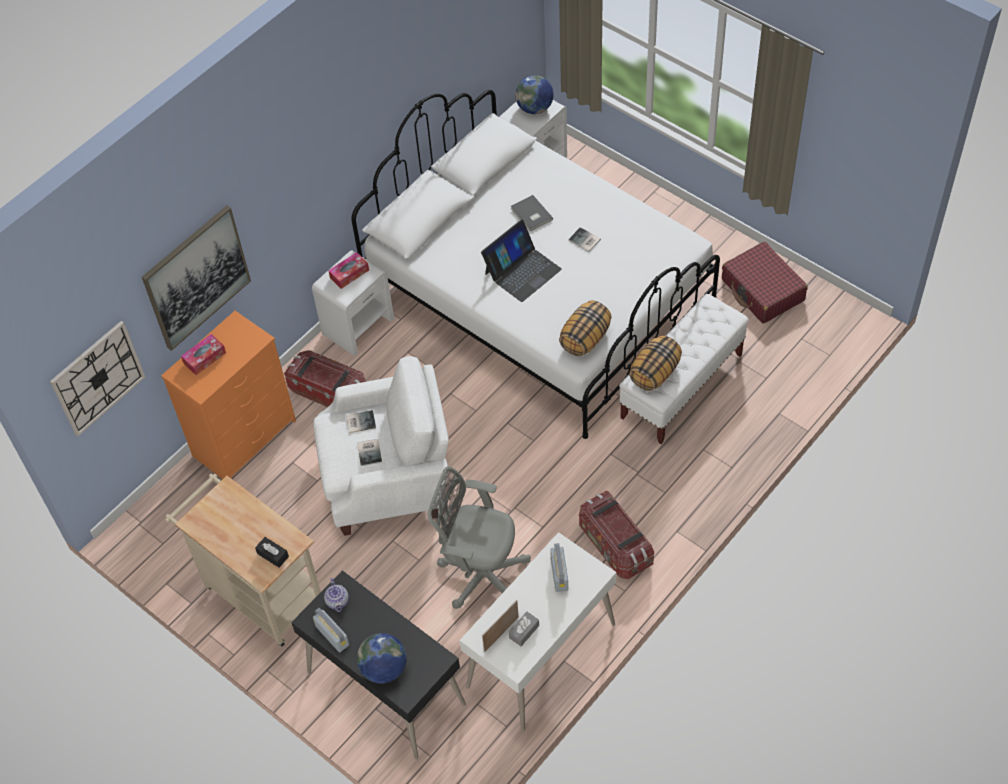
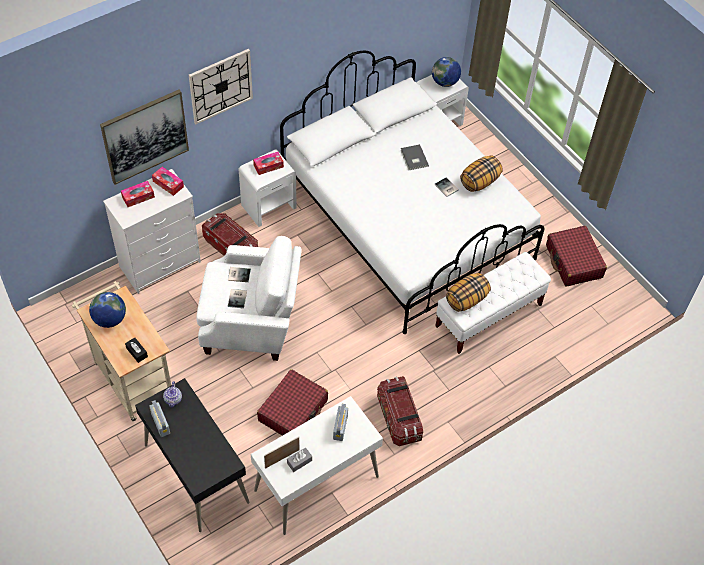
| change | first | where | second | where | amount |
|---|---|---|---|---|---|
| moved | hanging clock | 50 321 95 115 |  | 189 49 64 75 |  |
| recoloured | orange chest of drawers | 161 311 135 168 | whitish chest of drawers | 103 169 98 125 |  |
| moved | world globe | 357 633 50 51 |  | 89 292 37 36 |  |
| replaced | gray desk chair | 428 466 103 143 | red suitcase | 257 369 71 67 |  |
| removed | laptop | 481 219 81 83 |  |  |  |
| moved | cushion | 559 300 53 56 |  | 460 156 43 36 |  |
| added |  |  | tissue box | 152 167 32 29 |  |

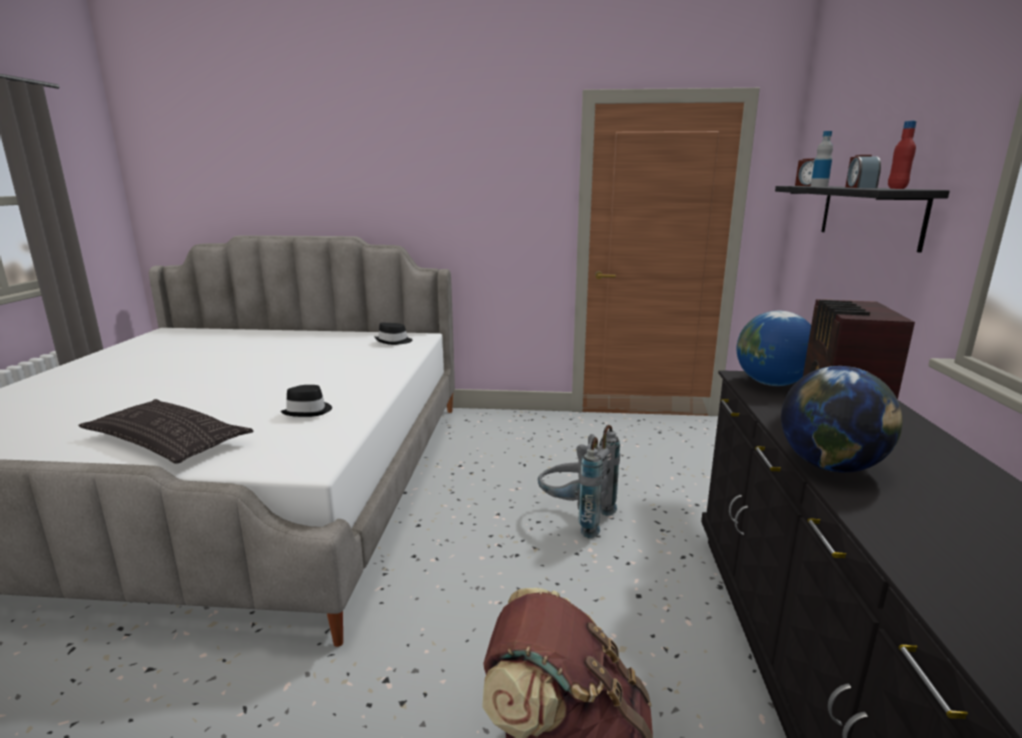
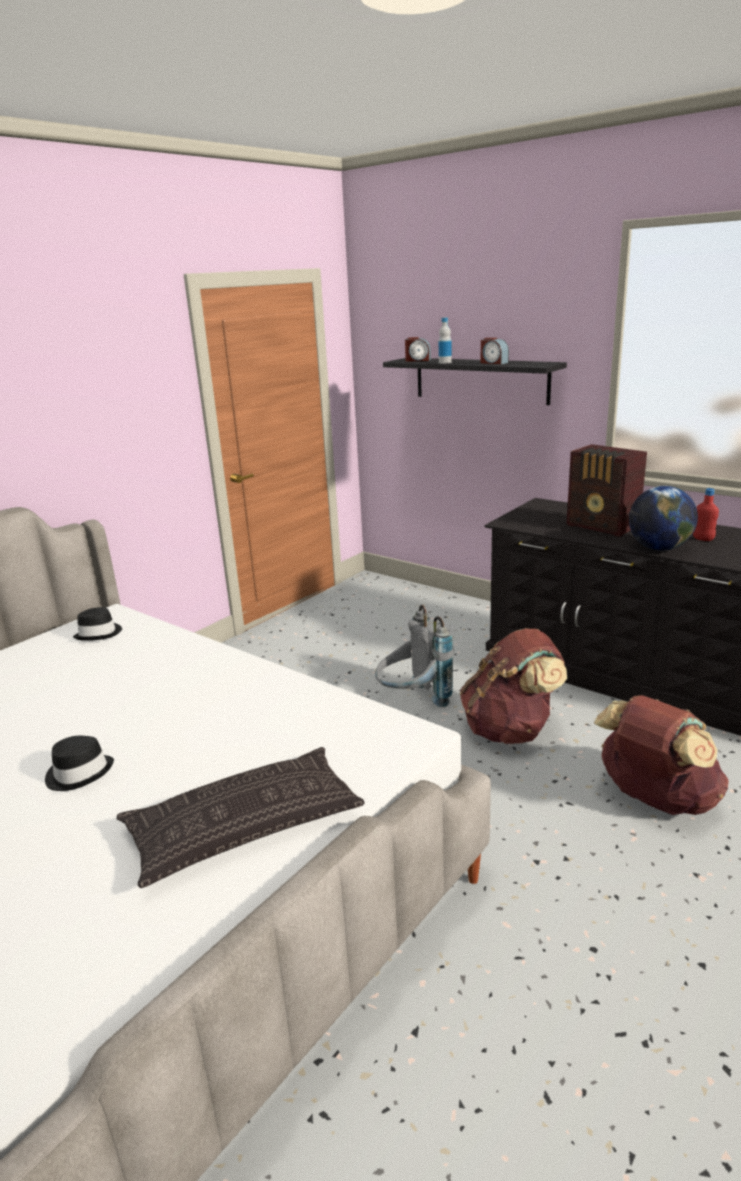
| change | first | where | second | where | amount |
|---|---|---|---|---|---|
| moved | black-coloured hat | 280 385 52 32 |  | 45 736 69 55 |  |
| removed | world globe | 737 311 74 75 |  |  |  |
| moved | red bottle | 888 121 29 68 |  | 693 488 26 53 |  |
| added |  |  | brown-coloured knapsack | 460 628 107 116 |  |

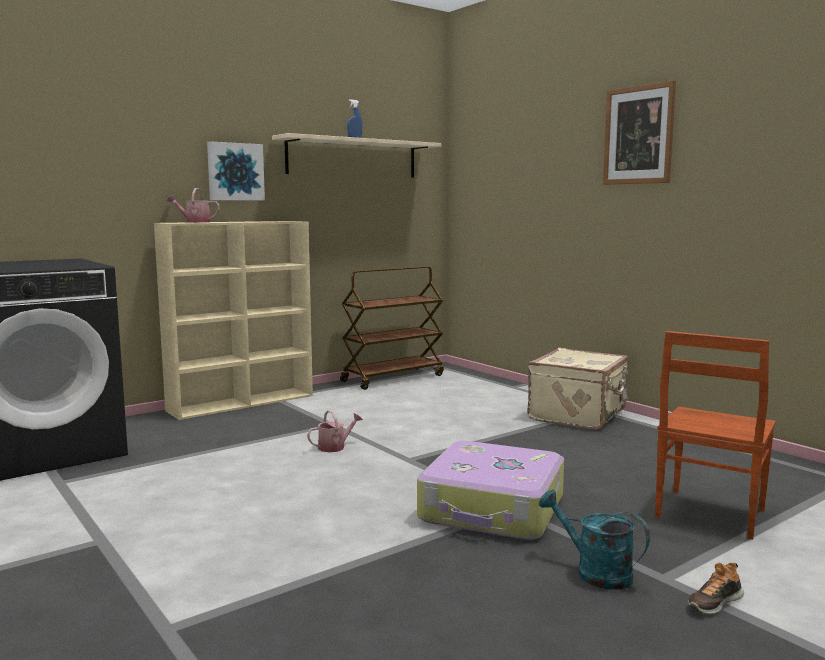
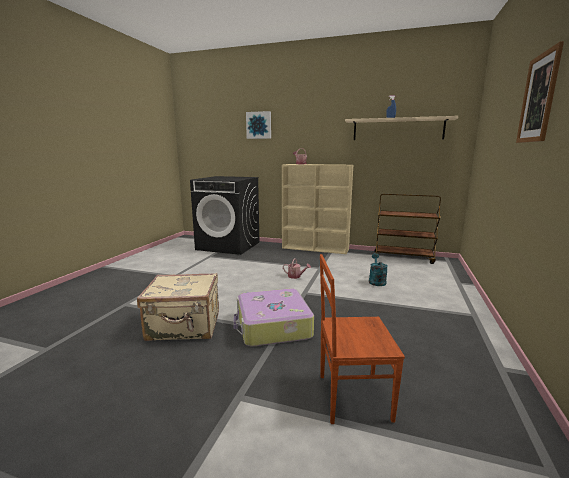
| change | first | where | second | where | amount |
|---|---|---|---|---|---|
| moved | picture | 207 141 58 59 |  | 246 111 25 28 |  |
| moved | beige-coloured suitcase | 527 348 102 82 |  | 137 273 82 68 |  |
| moved | turquoise-coloured sprinkling can | 539 490 111 100 |  | 369 253 19 33 |  |
| removed | shoe | 688 563 56 51 |  |  |  |

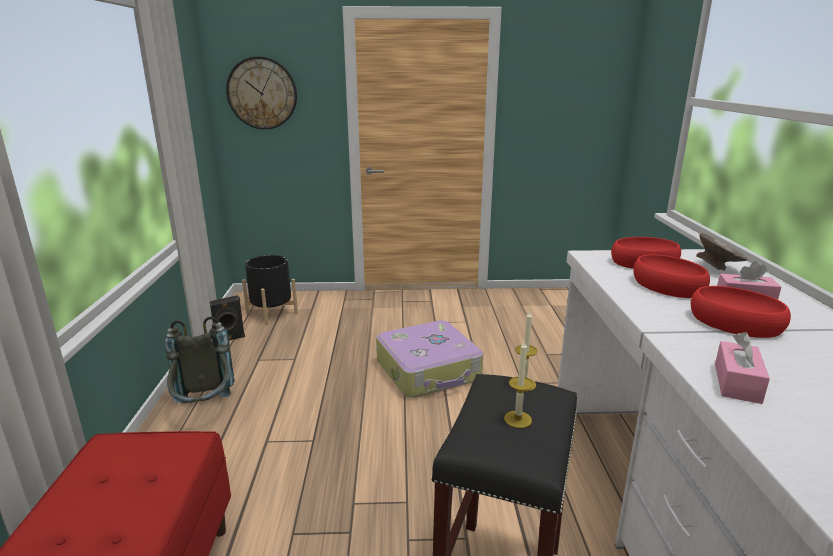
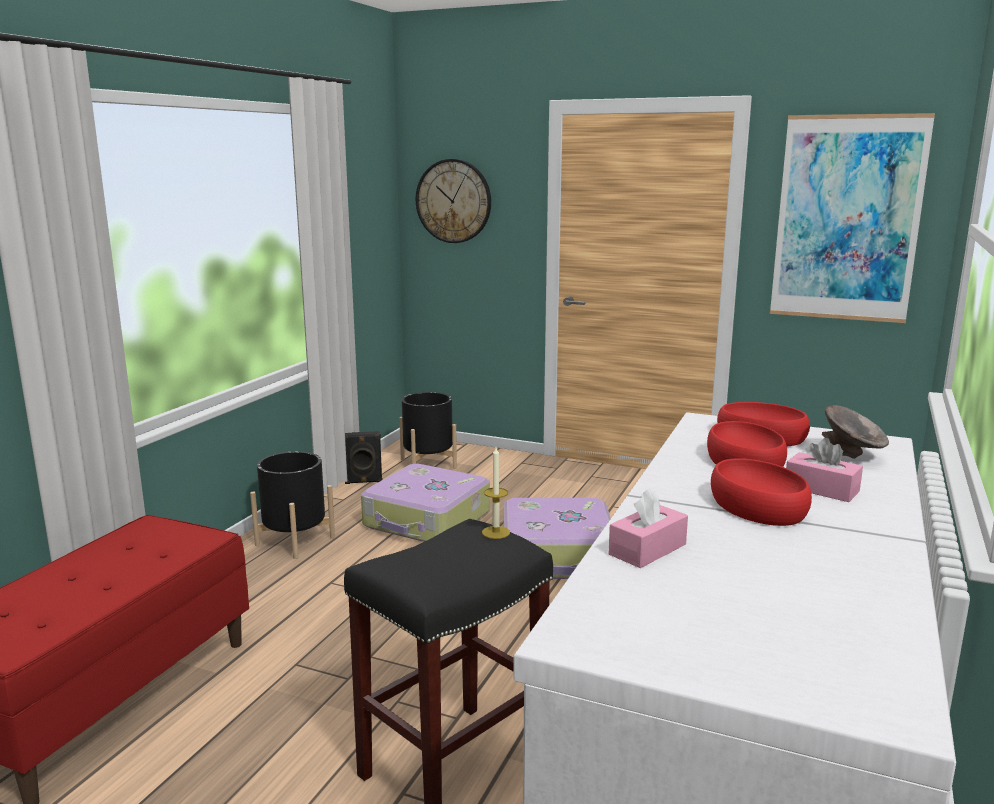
| change | first | where | second | where | amount |
|---|---|---|---|---|---|
| replaced | gray knapsack | 165 316 70 87 | black-coloured plant pot | 250 451 85 108 |  |
| removed | candle | 504 340 29 88 |  |  |  |
| added |  |  | suitcase | 361 464 129 78 |  |
| added |  |  | picture | 770 113 165 210 |  |

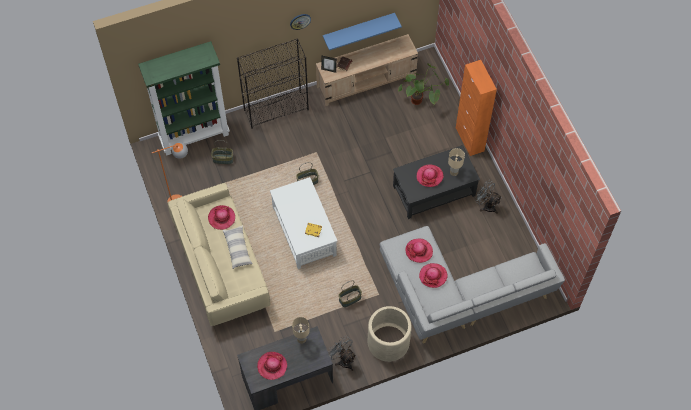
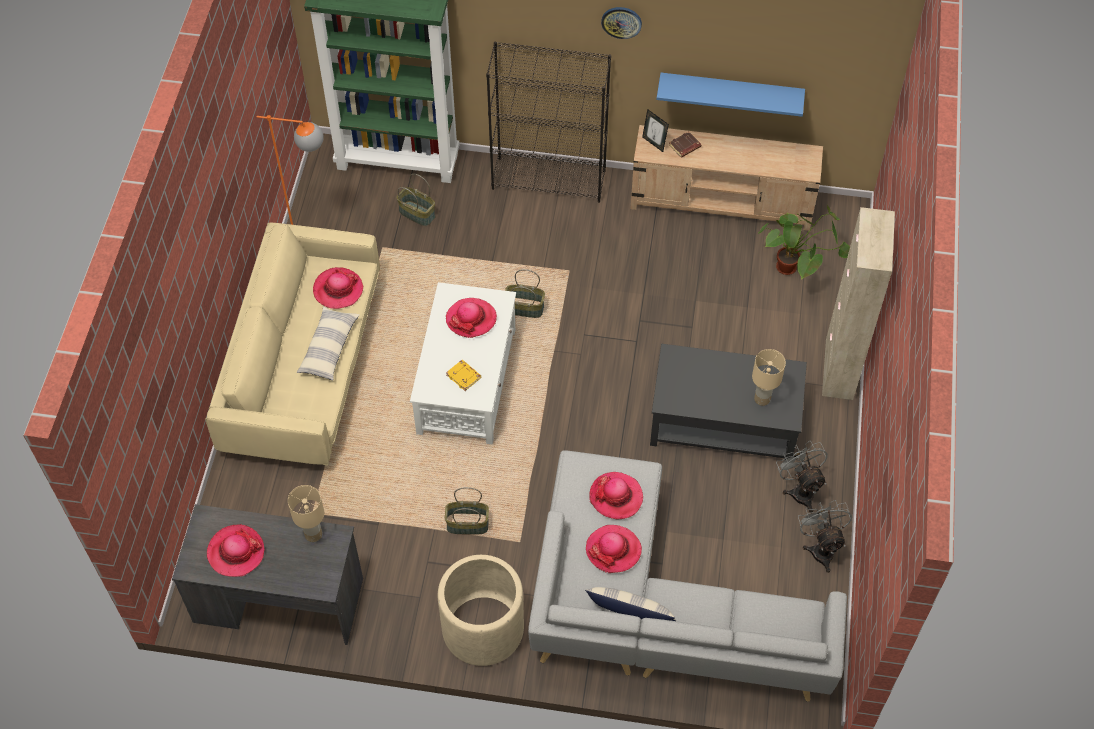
| change | first | where | second | where | amount |
|---|---|---|---|---|---|
| moved | gray fan | 328 335 28 36 |  | 798 500 54 73 |  |
| moved | hat | 416 165 27 22 |  | 446 298 51 40 |  |
| recoloured | orange storage cabinet | 456 60 41 96 | beige-coloured storage cabinet | 822 207 73 193 |  |
| added |  |  | cushion | 585 587 91 34 |  |

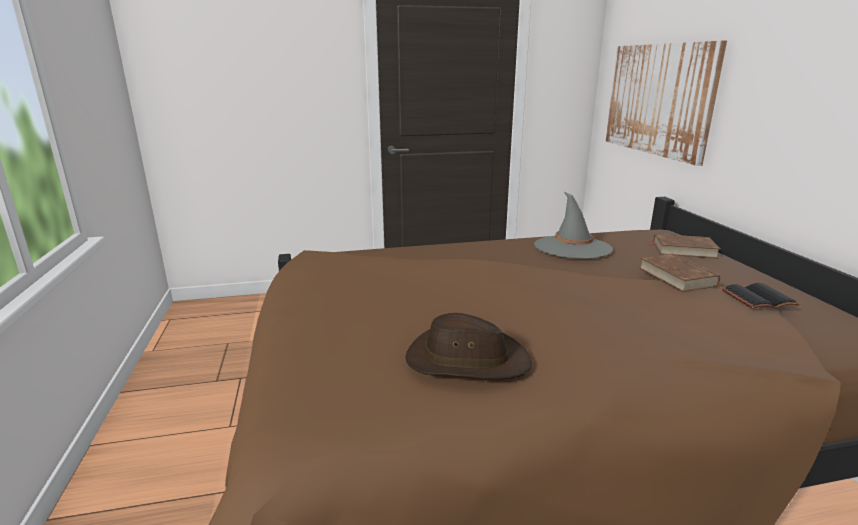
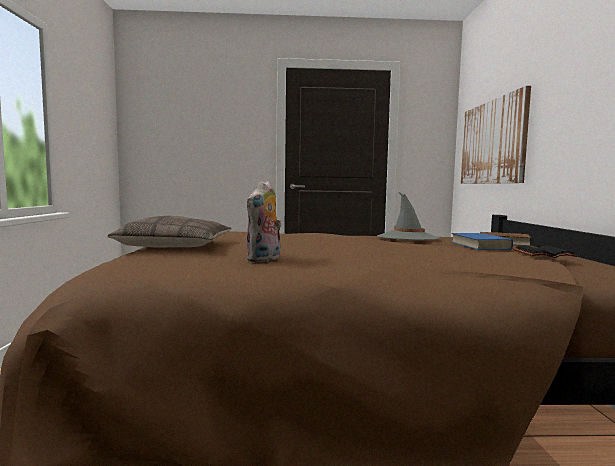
| change | first | where | second | where | amount |
|---|---|---|---|---|---|
| replaced | brown-coloured hat | 405 313 128 67 | plush toy | 246 181 36 81 |  |
| recoloured | brown-coloured book | 639 254 81 38 | bluish book | 451 233 62 17 |  |
| added |  |  | cushion | 107 216 124 32 |  |

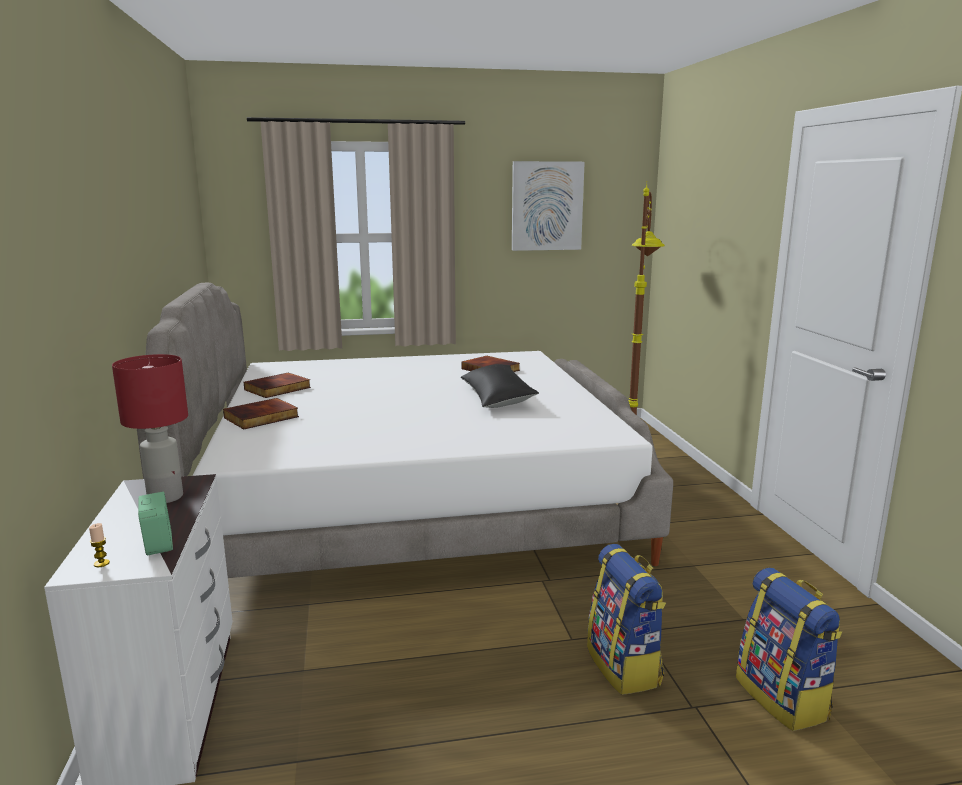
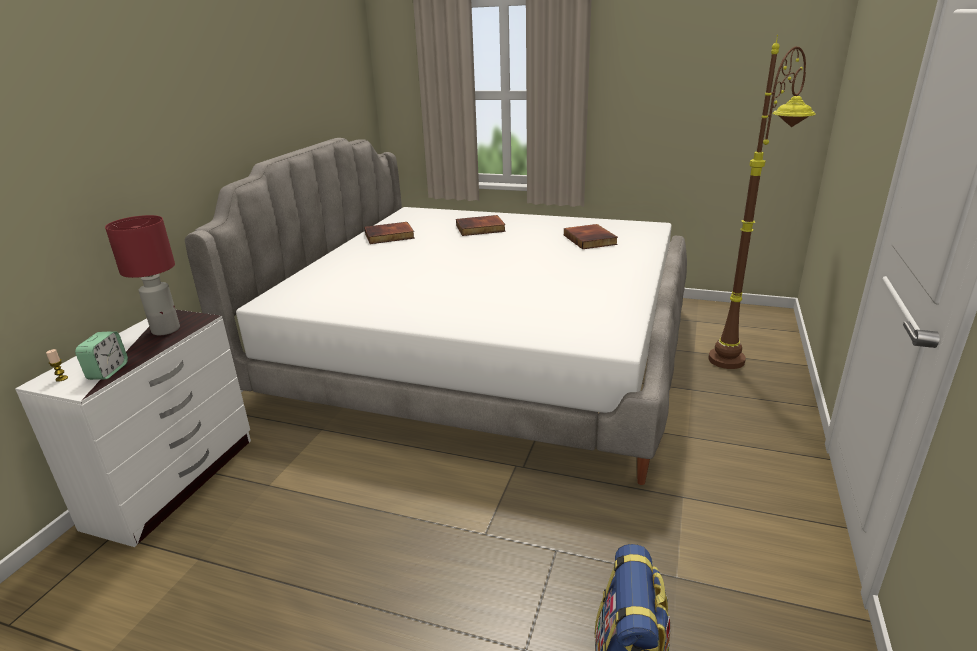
| change | first | where | second | where | amount |
|---|---|---|---|---|---|
| moved | book | 223 398 76 31 |  | 456 215 50 21 |  |
| removed | black-coloured cushion | 461 364 78 44 |  |  |  |
| removed | picture | 512 161 73 90 |  |  |  |
| removed | knapsack | 587 544 79 151 |  |  |  |

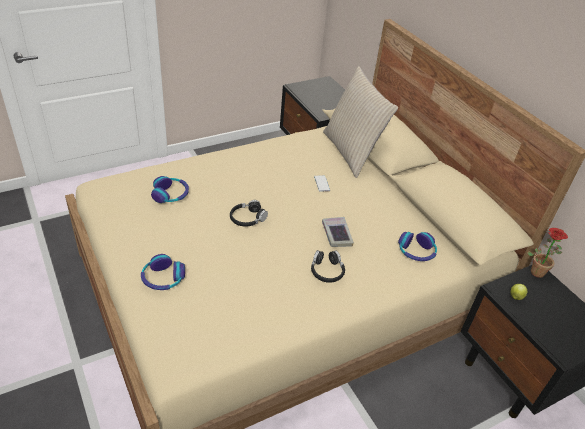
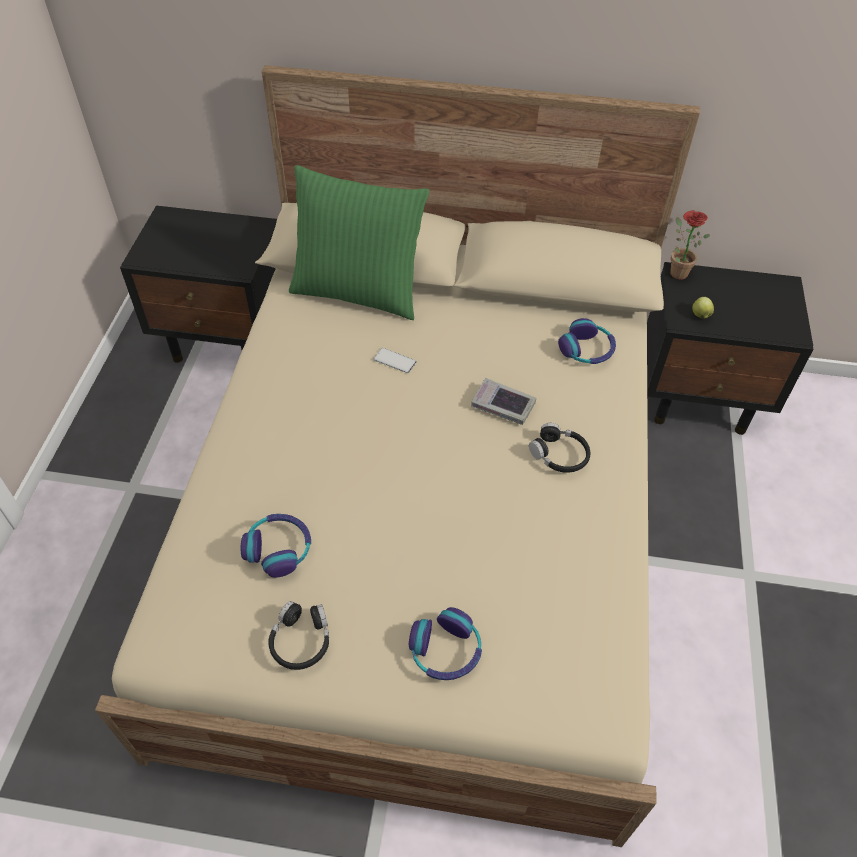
| change | first | where | second | where | amount |
|---|---|---|---|---|---|
| moved | black-coloured headset | 230 200 38 27 |  | 268 601 61 69 |  |
| recoloured | beige-coloured cushion | 323 66 75 112 | greenish cushion | 289 165 141 155 |  |

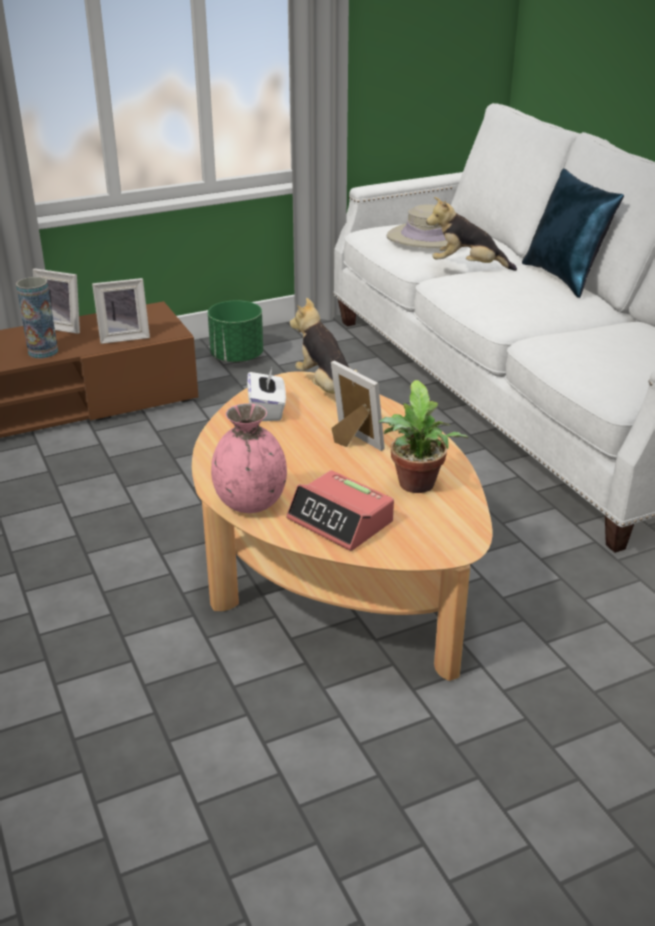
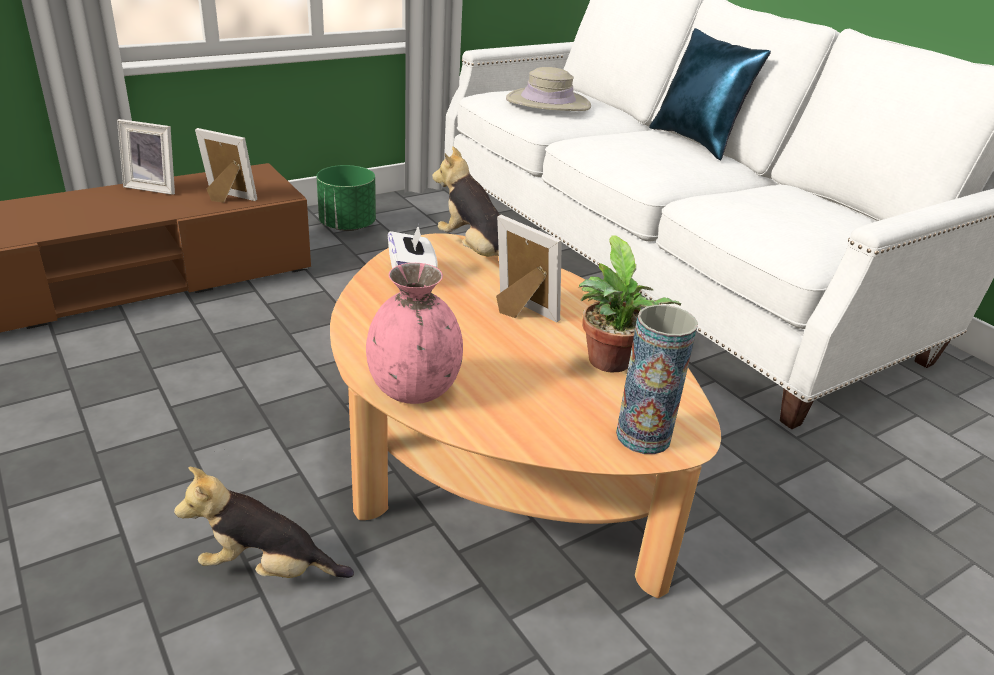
| change | first | where | second | where | amount |
|---|---|---|---|---|---|
| moved | vase | 16 277 42 81 |  | 616 305 82 149 |  |
| turned | picture frame | 92 278 58 66 |  | 195 128 62 75 | 135 degrees counterclockwise |
| removed | table clock | 286 470 108 81 |  |  |  |
| moved | plush toy | 426 197 91 74 |  | 174 467 180 111 |  |

